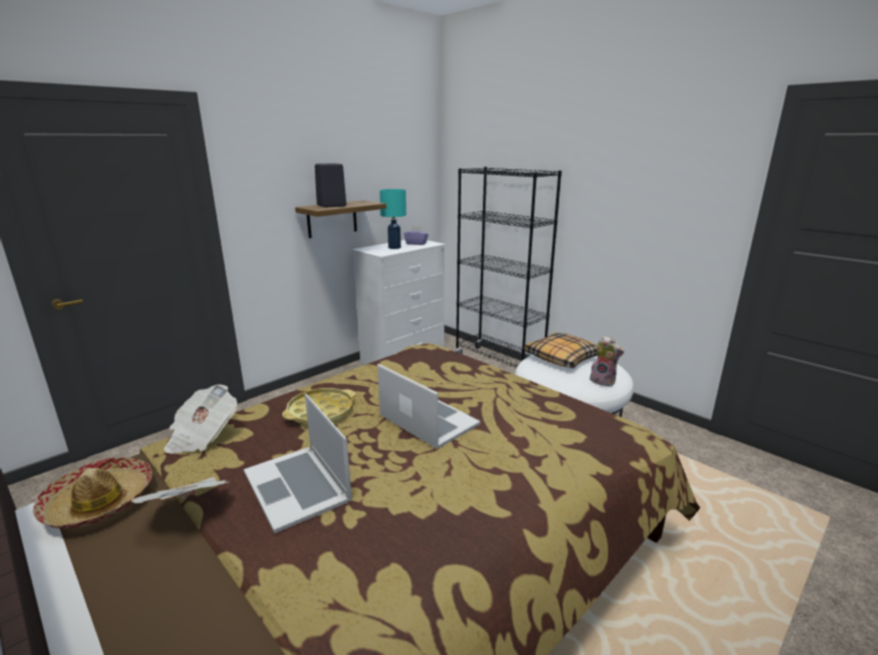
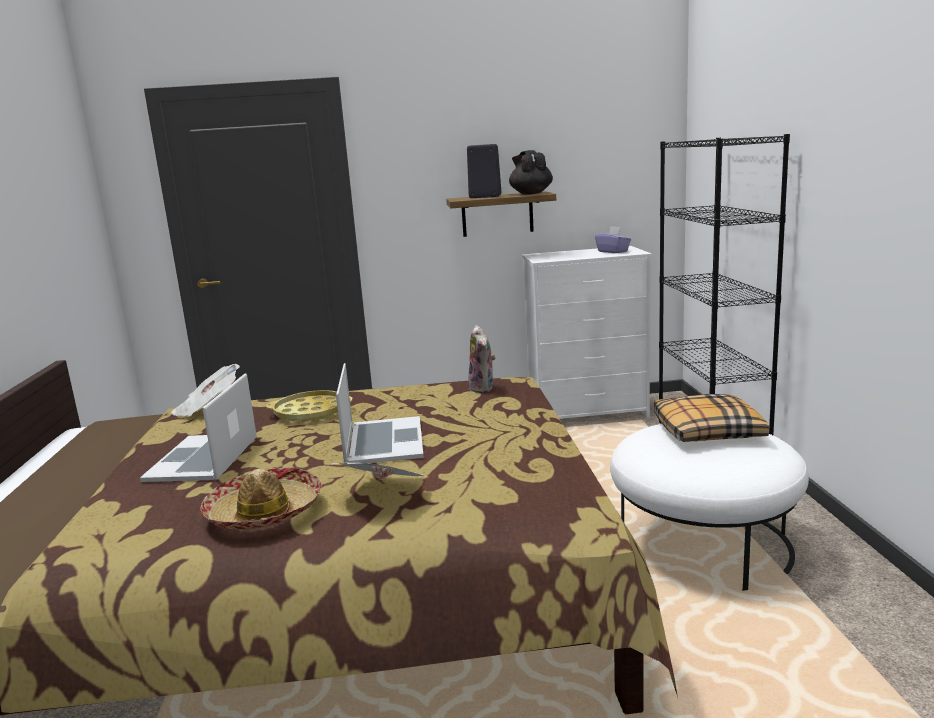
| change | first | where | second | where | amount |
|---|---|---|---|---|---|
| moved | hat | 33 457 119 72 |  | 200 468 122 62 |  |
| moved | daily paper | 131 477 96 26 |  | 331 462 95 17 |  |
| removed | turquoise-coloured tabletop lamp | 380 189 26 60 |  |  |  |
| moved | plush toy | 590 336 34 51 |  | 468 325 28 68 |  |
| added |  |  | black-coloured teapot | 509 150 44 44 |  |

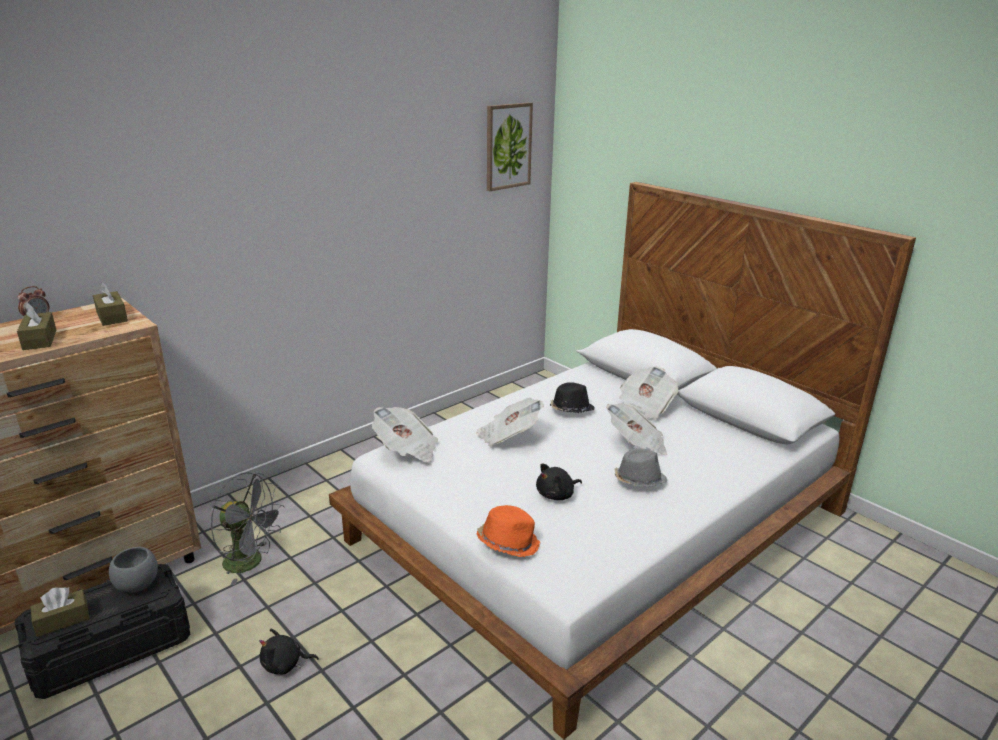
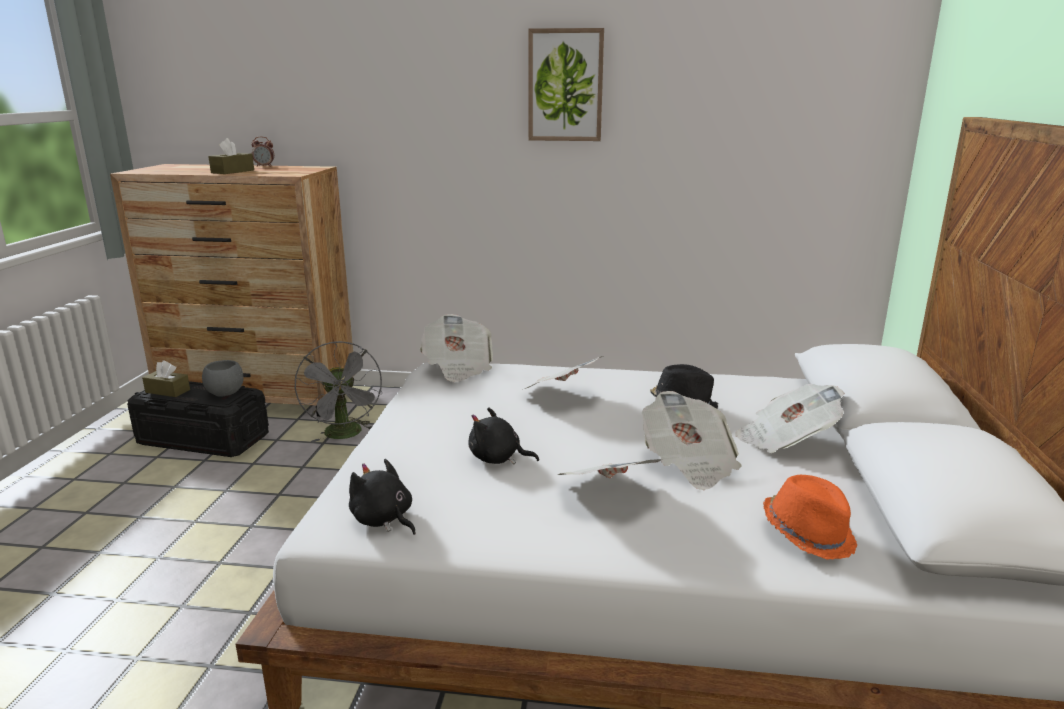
| change | first | where | second | where | amount |
|---|---|---|---|---|---|
| removed | brown-coloured tissue box | 93 282 35 44 |  |  |  |
| moved | black-coloured plush toy | 259 629 60 46 |  | 349 459 67 76 |  |
| moved | orange hat | 477 505 63 52 |  | 763 475 94 85 |  |
| moved | picture | 487 102 46 89 |  | 528 28 76 113 |  |
| replaced | gray hat | 614 448 53 39 | daily paper | 558 459 104 19 |  |

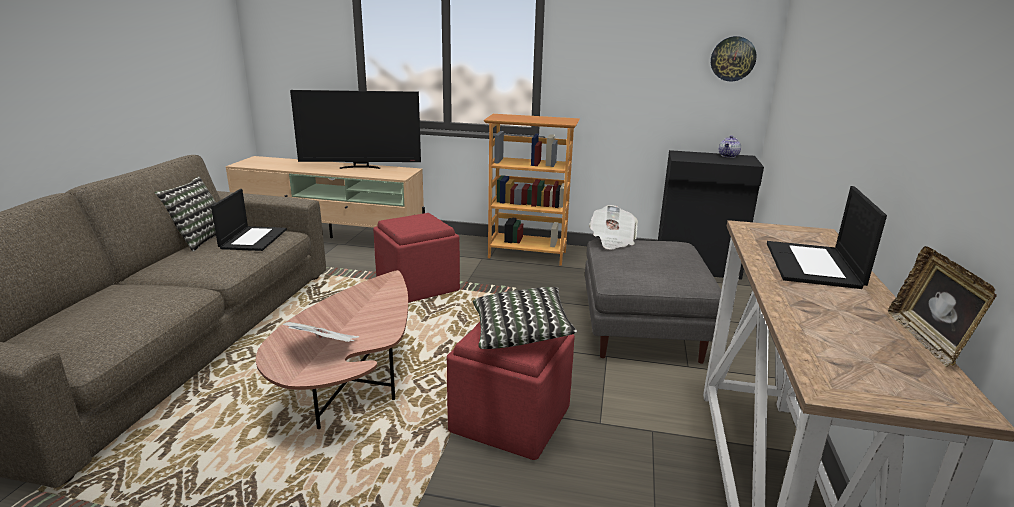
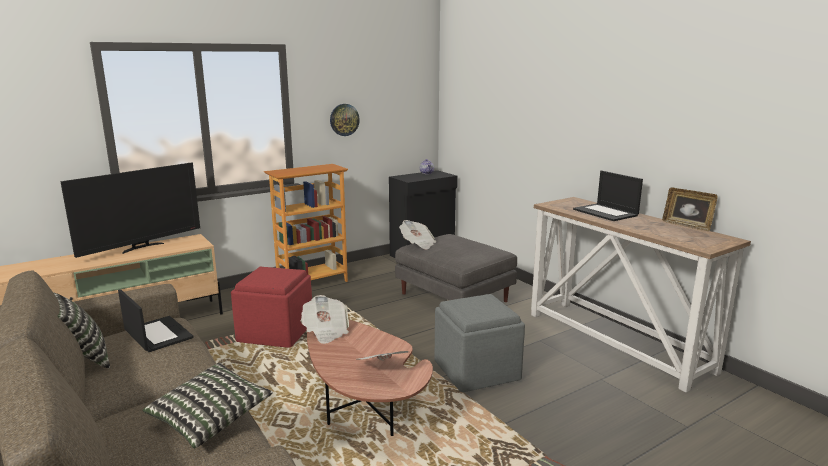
| change | first | where | second | where | amount |
|---|---|---|---|---|---|
| recoloured | red footrest | 447 322 128 138 | gray footrest | 434 294 91 98 |  |
| moved | cushion | 473 287 104 62 |  | 143 362 130 86 |  |
| moved | hanging clock | 711 36 46 45 |  | 330 104 30 32 |  |
| added |  |  | daily paper | 301 295 48 49 |  |

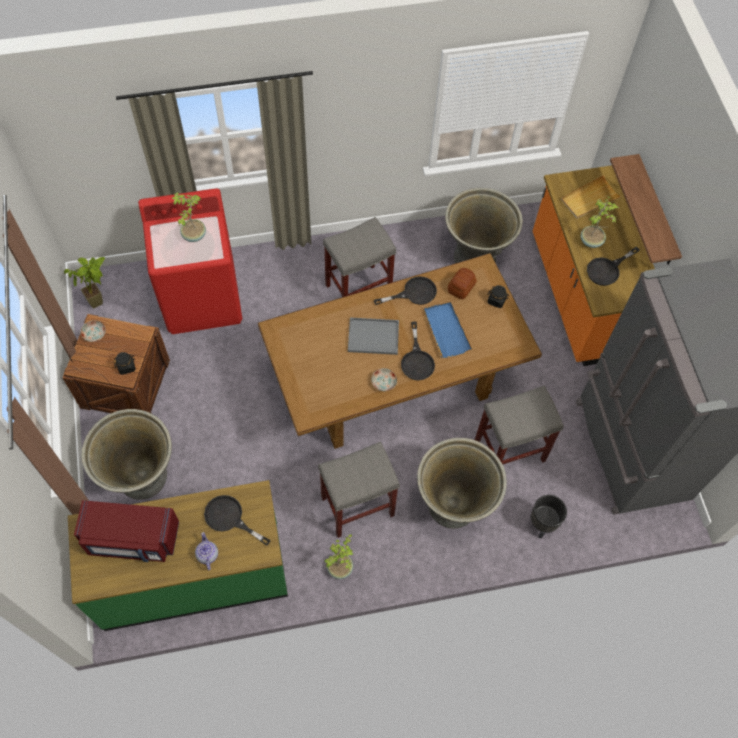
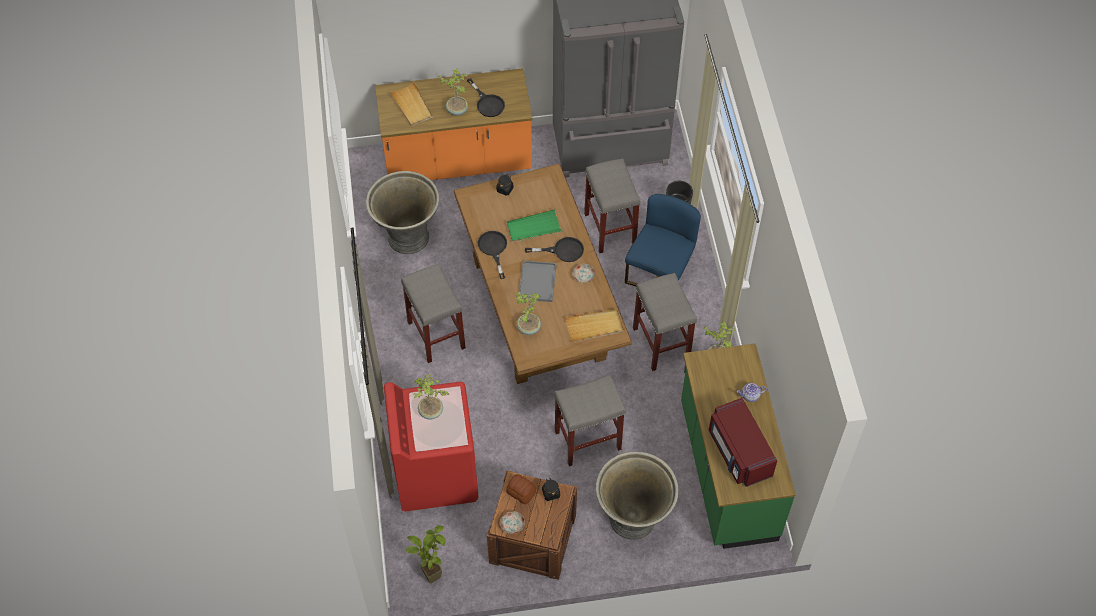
| change | first | where | second | where | amount |
|---|---|---|---|---|---|
| turned | red kitchen microwave | 74 500 105 62 |  | 709 398 68 89 | 150 degrees clockwise |
| removed | black-coloured skillet | 204 495 67 51 |  |  |  |
| replaced | gray plant pot | 417 438 90 91 | bluish upright chair | 625 194 76 93 |  |
| recoloured | bluish serving tray | 424 302 48 56 | greenish serving tray | 506 209 56 34 |  |
| moved | baked bread | 448 268 29 31 |  | 506 474 30 30 |  |
| removed | bracket shelf | 610 154 72 111 |  |  |  |
| added |  |  | potted plant | 515 291 26 44 |  |
| added |  |  | gray sitting stool | 554 374 72 92 |  |
| added |  |  | beige-coloured serving tray | 565 309 59 33 |  |

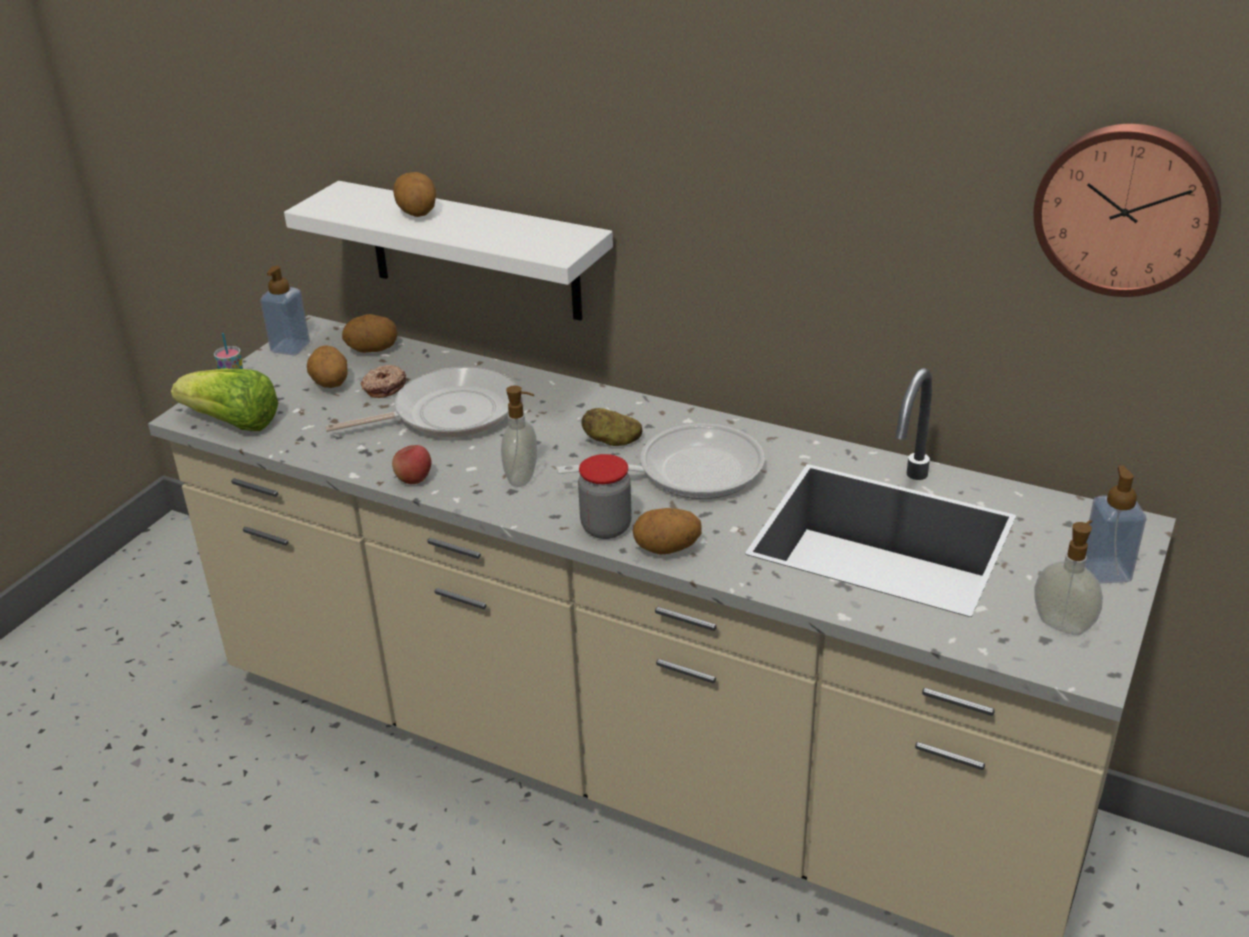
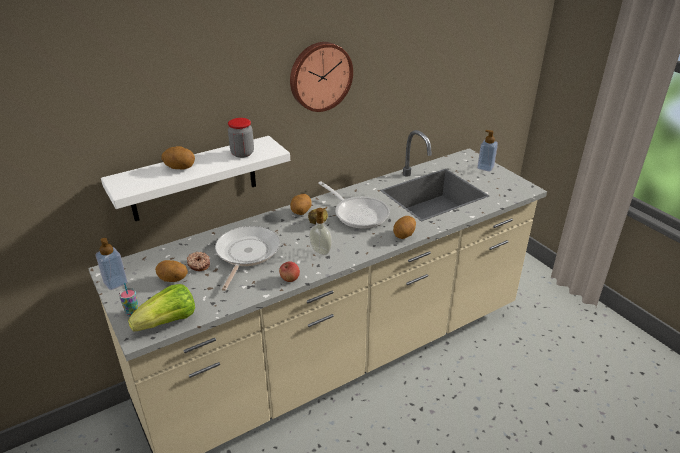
| change | first | where | second | where | amount |
|---|---|---|---|---|---|
| moved | spud | 342 314 56 39 |  | 290 194 22 21 |  |
| turned | skillet | 556 424 209 75 |  | 318 182 72 47 | 120 degrees clockwise |
| moved | jar | 578 454 54 85 |  | 228 118 26 40 |  |
| moved | hanging clock | 1034 124 187 173 |  | 290 42 63 70 |  |
| removed | liquid soap bottle | 1034 520 69 115 |  |  |  |

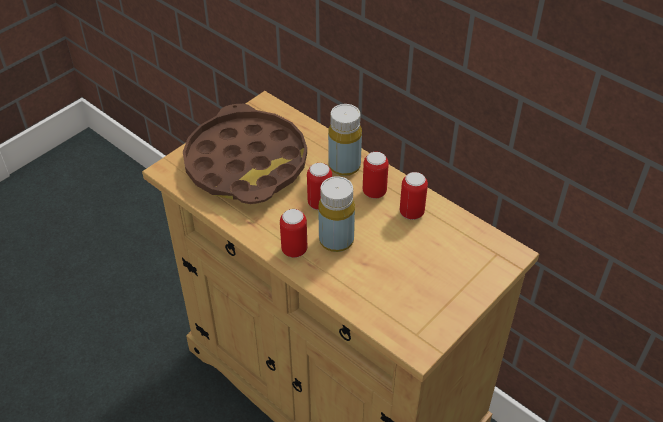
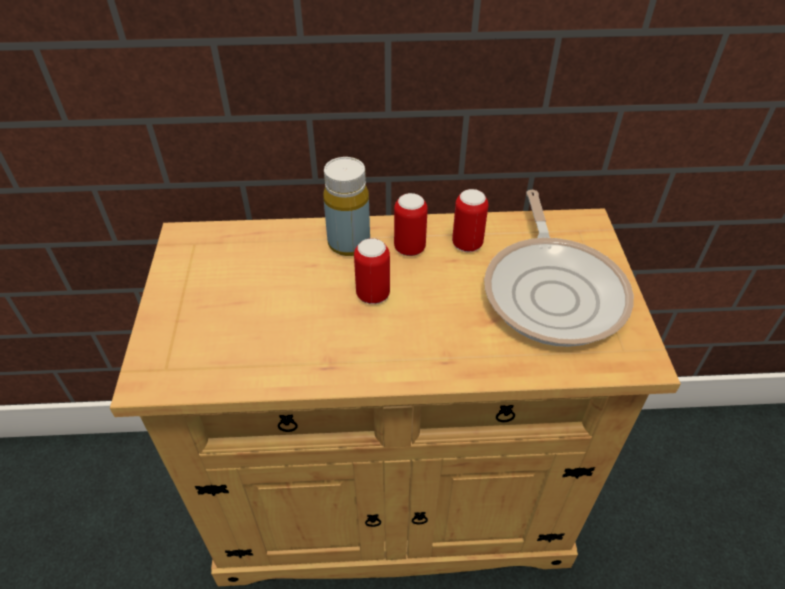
| change | first | where | second | where | amount |
|---|---|---|---|---|---|
| removed | brown-coloured serving tray | 183 104 124 100 |  |  |  |
| removed | sealed can | 280 209 27 49 |  |  |  |
| removed | yellow-coloured bottle | 318 176 37 76 |  |  |  |
| added |  |  | skillet | 484 190 150 157 |  |

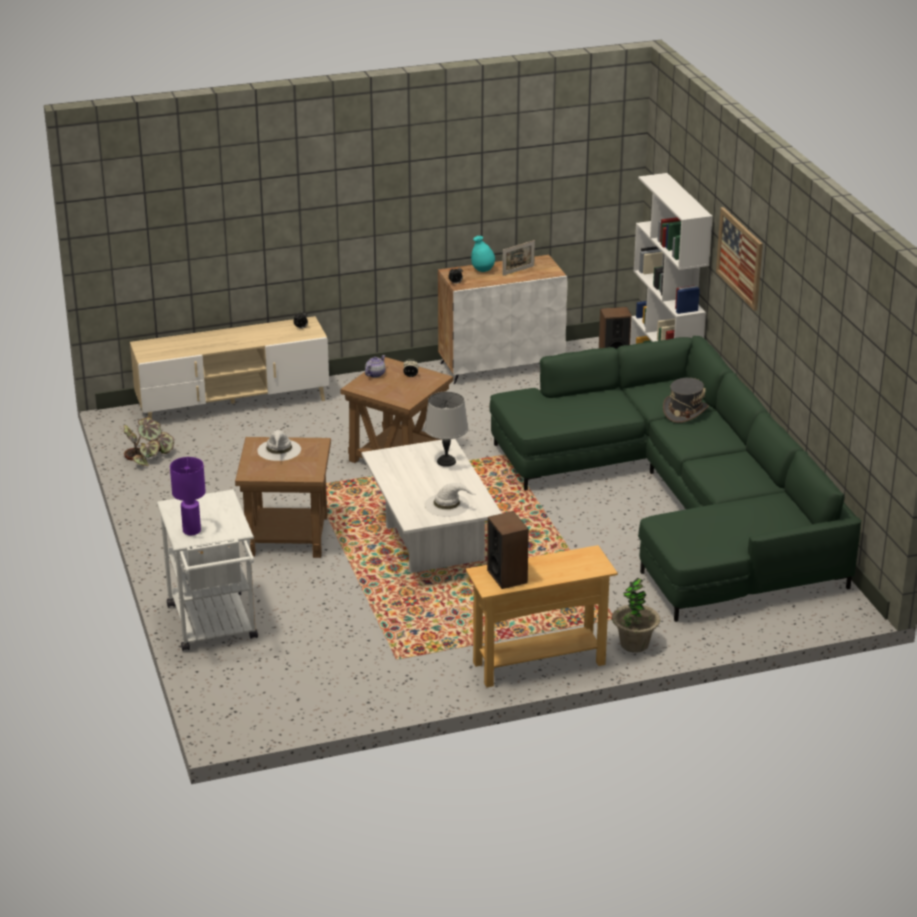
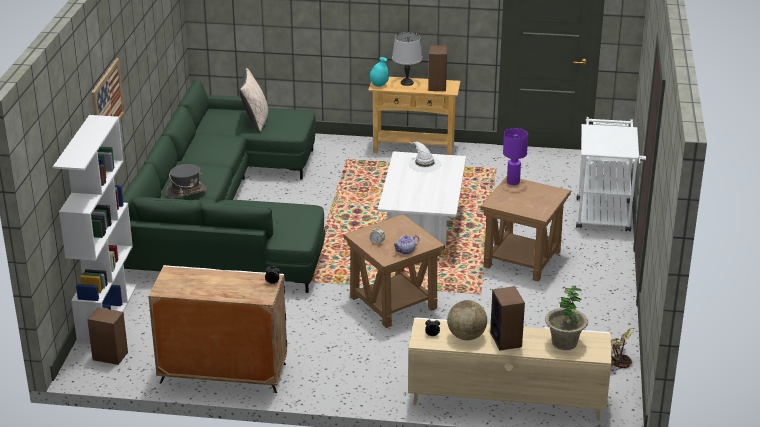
| change | first | where | second | where | amount |
|---|---|---|---|---|---|
| moved | purplish tabletop lamp | 170 457 36 78 |  | 503 128 25 57 |  |
| removed | whitish hat | 257 430 44 31 |  |  |  |
| moved | gray tabletop lamp | 424 391 44 76 |  | 392 32 31 54 |  |
| moved | turquoise-coloured vase | 471 236 24 36 |  | 370 57 19 30 |  |
| removed | picture frame | 502 240 33 36 |  |  |  |
| moved | potted plant | 612 577 48 76 |  | 545 286 43 64 |  |
| added |  |  | beige-coloured cushion | 239 68 29 64 |  |
| added |  |  | world globe | 447 300 40 40 |  |
| added |  |  | loudspeaker | 490 286 35 65 |  |

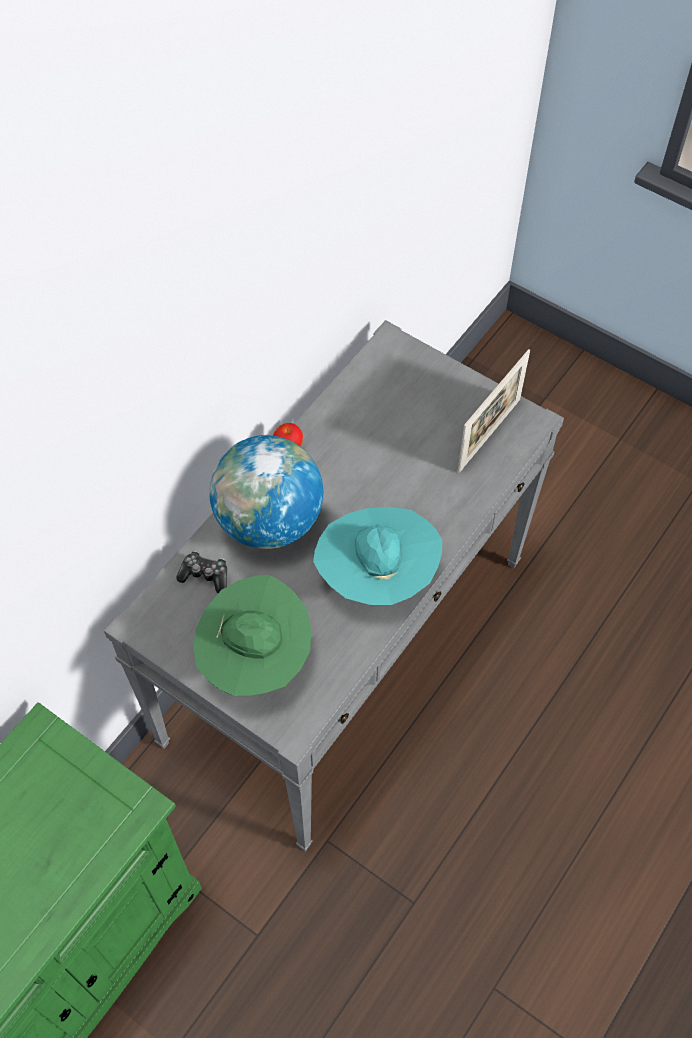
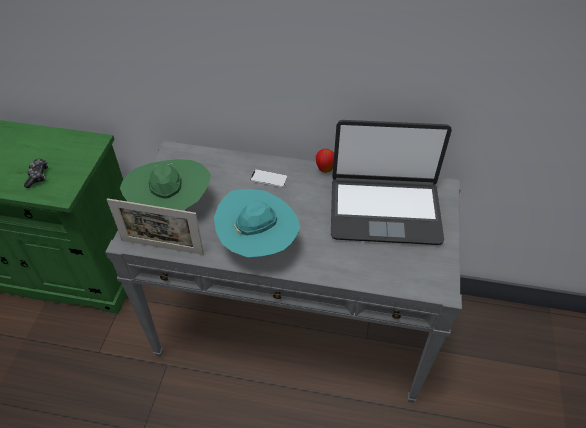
| change | first | where | second | where | amount |
|---|---|---|---|---|---|
| moved | game controller | 176 551 51 42 |  | 24 158 24 30 |  |
| replaced | world globe | 209 435 114 114 | telephone | 250 169 39 19 |  |
| moved | picture frame | 458 349 72 124 |  | 107 198 97 57 |  |
| added |  |  | laptop | 331 120 121 125 |  |

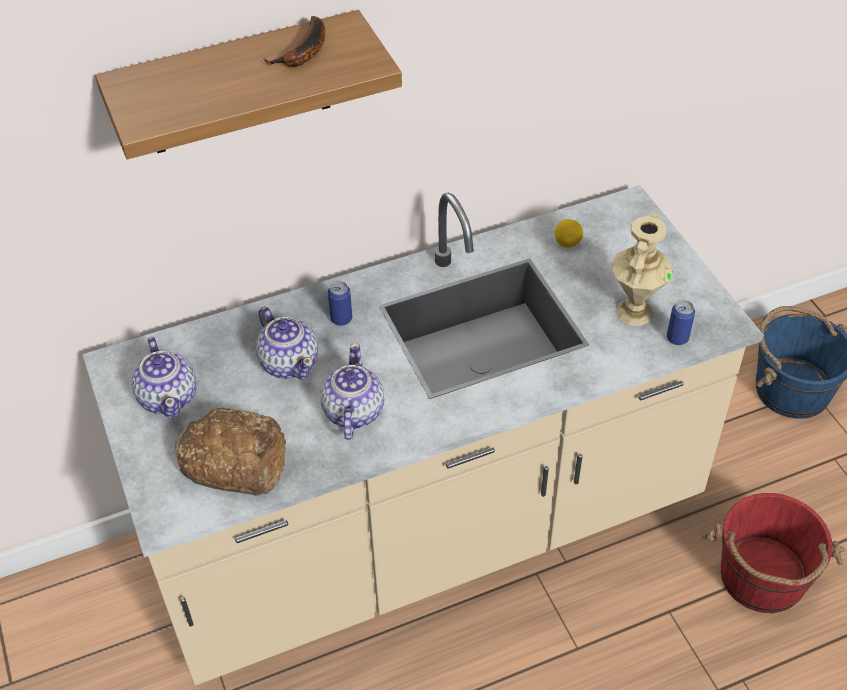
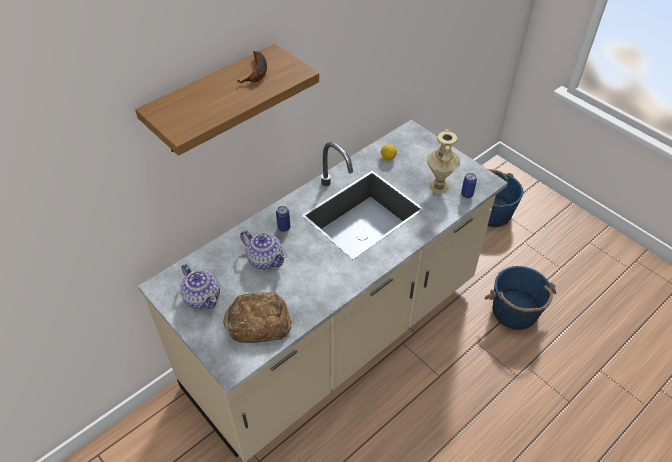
| change | first | where | second | where | amount |
|---|---|---|---|---|---|
| removed | teapot | 321 343 63 97 |  |  |  |
| recoloured | red bucket | 702 493 143 120 | bluish bucket | 484 266 72 64 |  |

